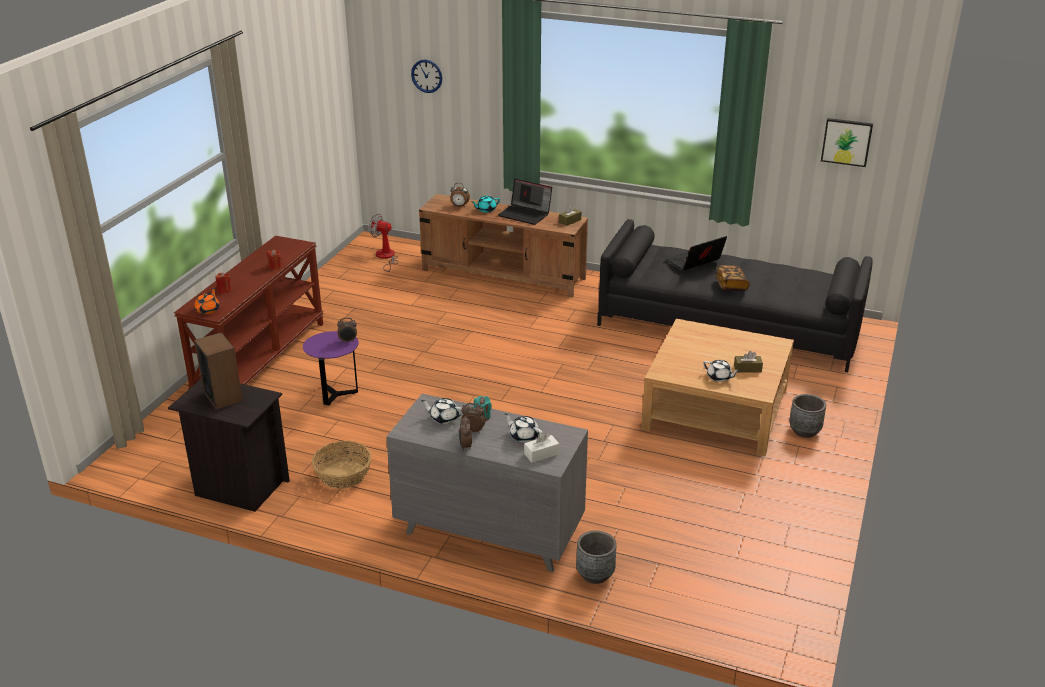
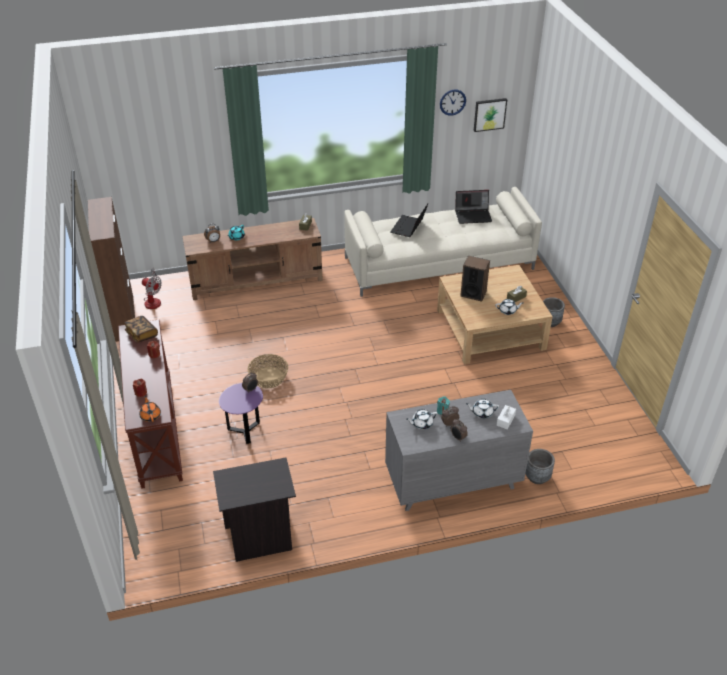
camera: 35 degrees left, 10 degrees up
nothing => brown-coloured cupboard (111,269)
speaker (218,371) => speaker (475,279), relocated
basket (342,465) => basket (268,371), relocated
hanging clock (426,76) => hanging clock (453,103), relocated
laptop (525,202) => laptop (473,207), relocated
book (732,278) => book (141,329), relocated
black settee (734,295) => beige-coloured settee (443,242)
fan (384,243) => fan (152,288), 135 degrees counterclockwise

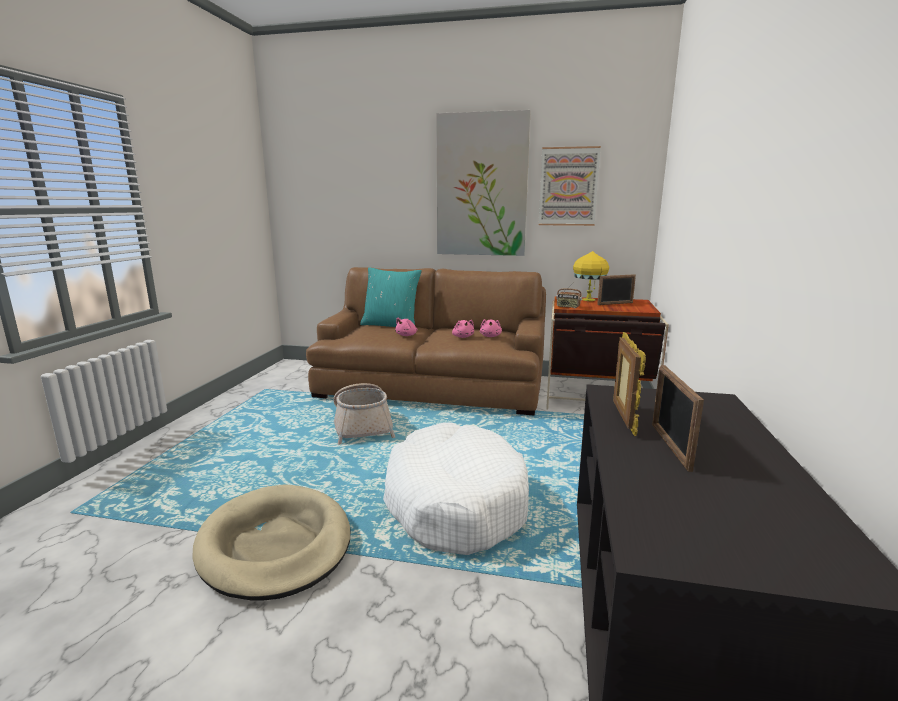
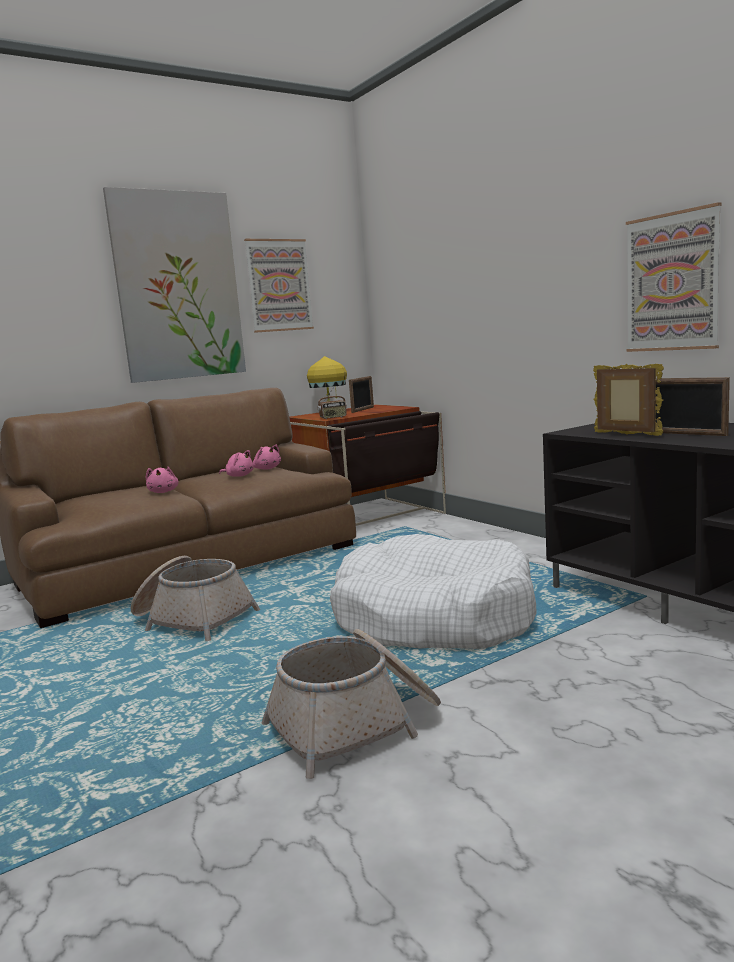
camera: 45 degrees left, 5 degrees down
turquoise-coloured throw pillow (391,297) => nothing
nothing => wall art (674,277)
beige-coloured dog cushion (271,542) => basket (351,704)

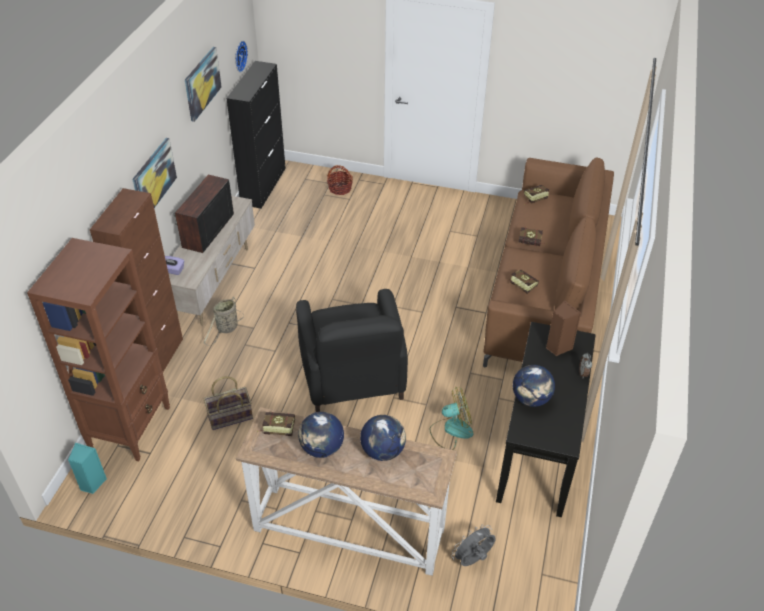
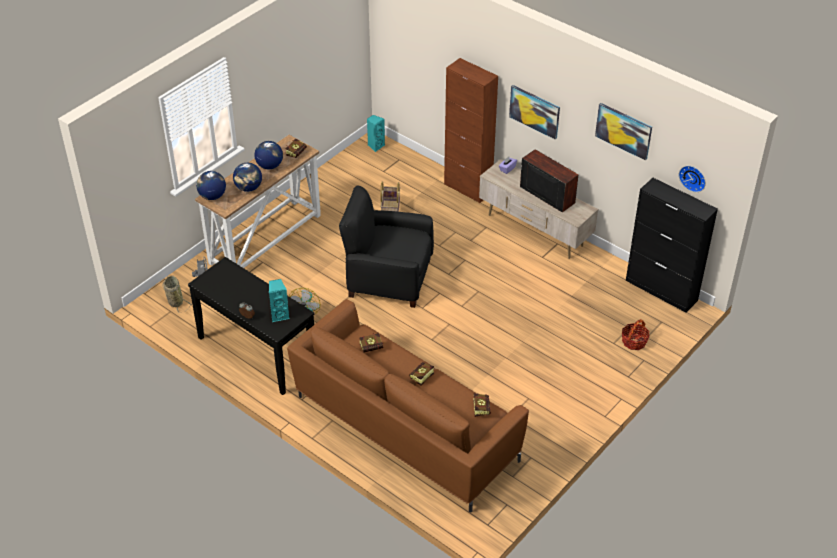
camera: 115 degrees right, 0 degrees up
brown-coloured bookshelf (98,349) => nothing
basket (223,321) => basket (177,294), relocated
globe (534,386) => globe (211,185), relocated
brown-coloured speaker (563,328) => turquoise-coloured speaker (279,300)

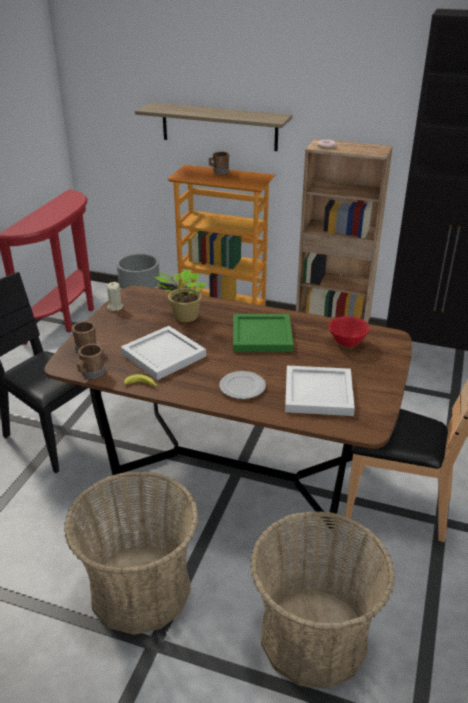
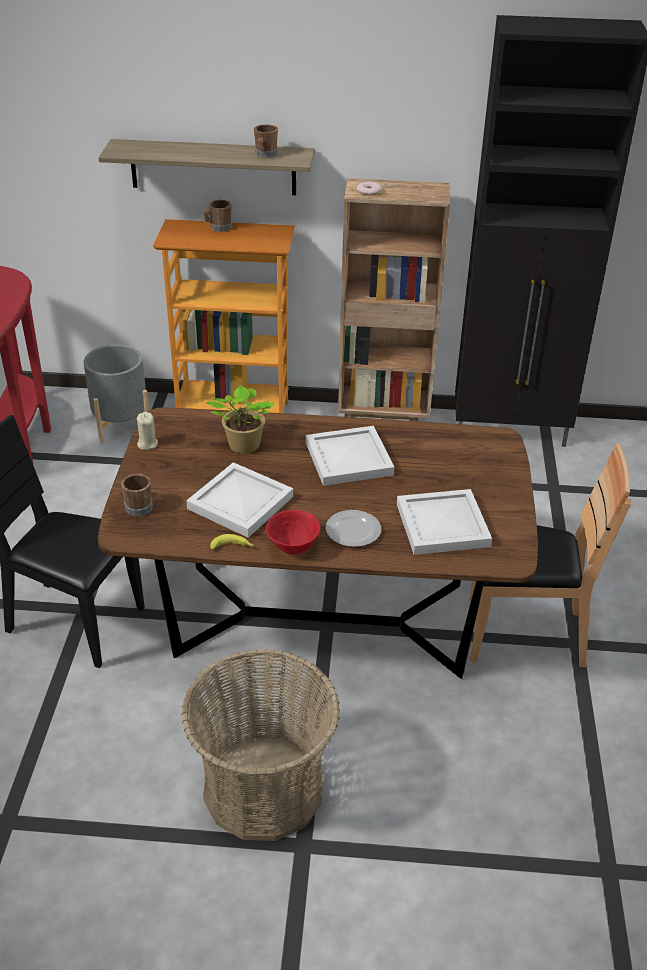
camera: 15 degrees left, 5 degrees up
basket (322,600) => nothing
brown-coloured mug (91,361) => brown-coloured mug (266,141), relocated
reddish deep dish (349,331) => reddish deep dish (293,532), relocated
green-coloured tray (263,333) => white-coloured tray (350,456)

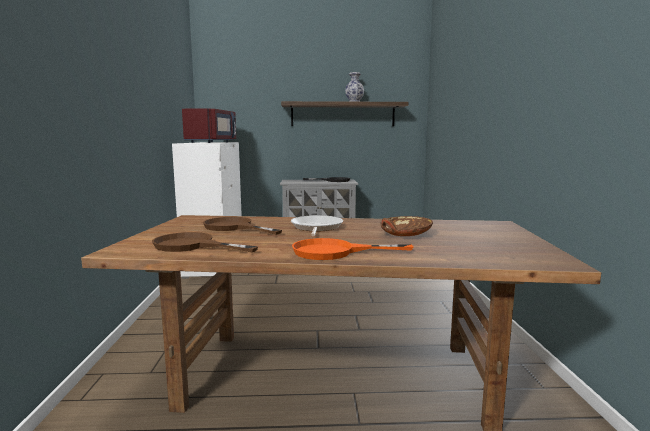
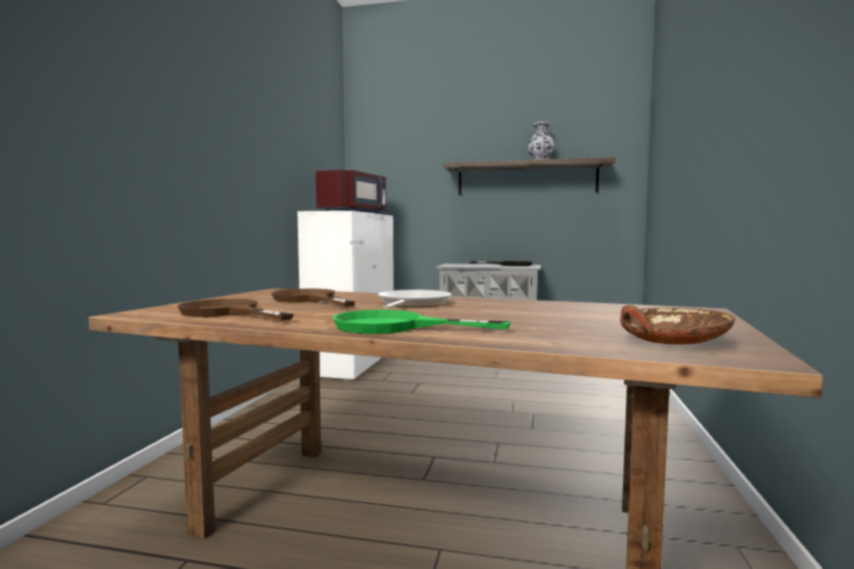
camera: 15 degrees right, 5 degrees down
brown-coloured deep dish (406,226) => brown-coloured deep dish (677,325), relocated
orange frying pan (352,249) => green-coloured frying pan (422,322)

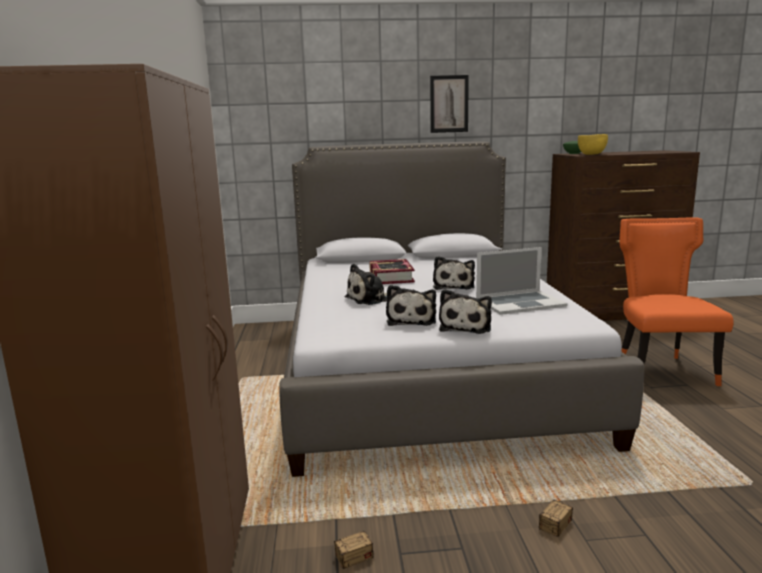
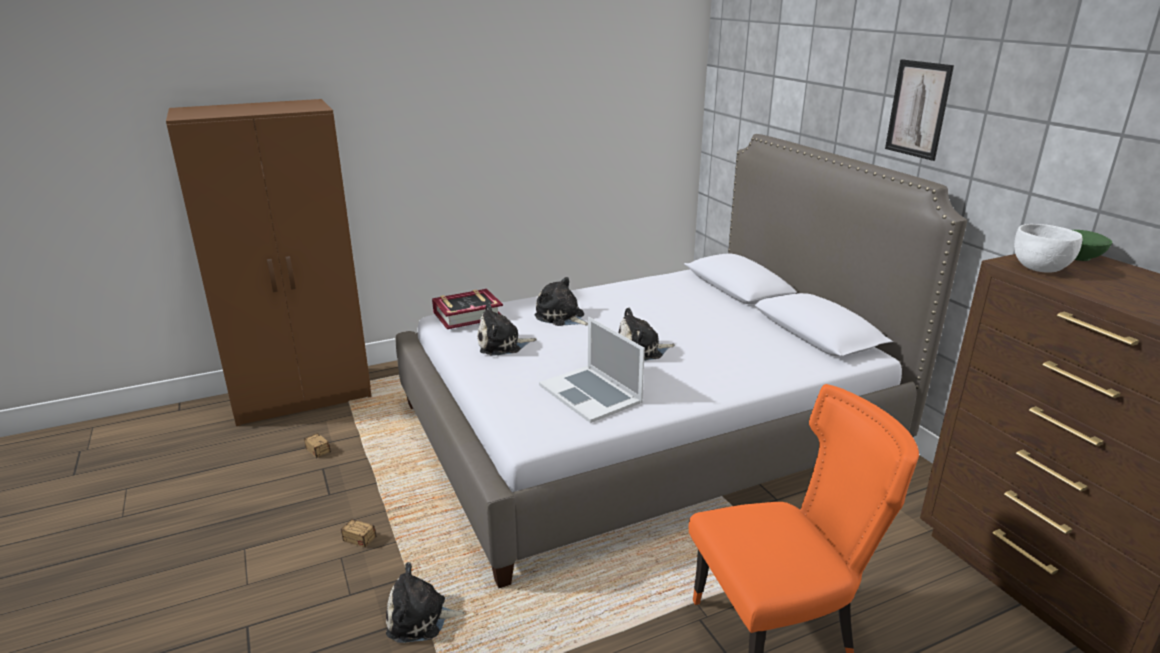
camera: 70 degrees right, 10 degrees up
book (392,271) => book (467,309), relocated
cuddly toy (465,311) => cuddly toy (425,602), relocated
yellow-coloured deep dish (593,144) => white-coloured deep dish (1048,248)

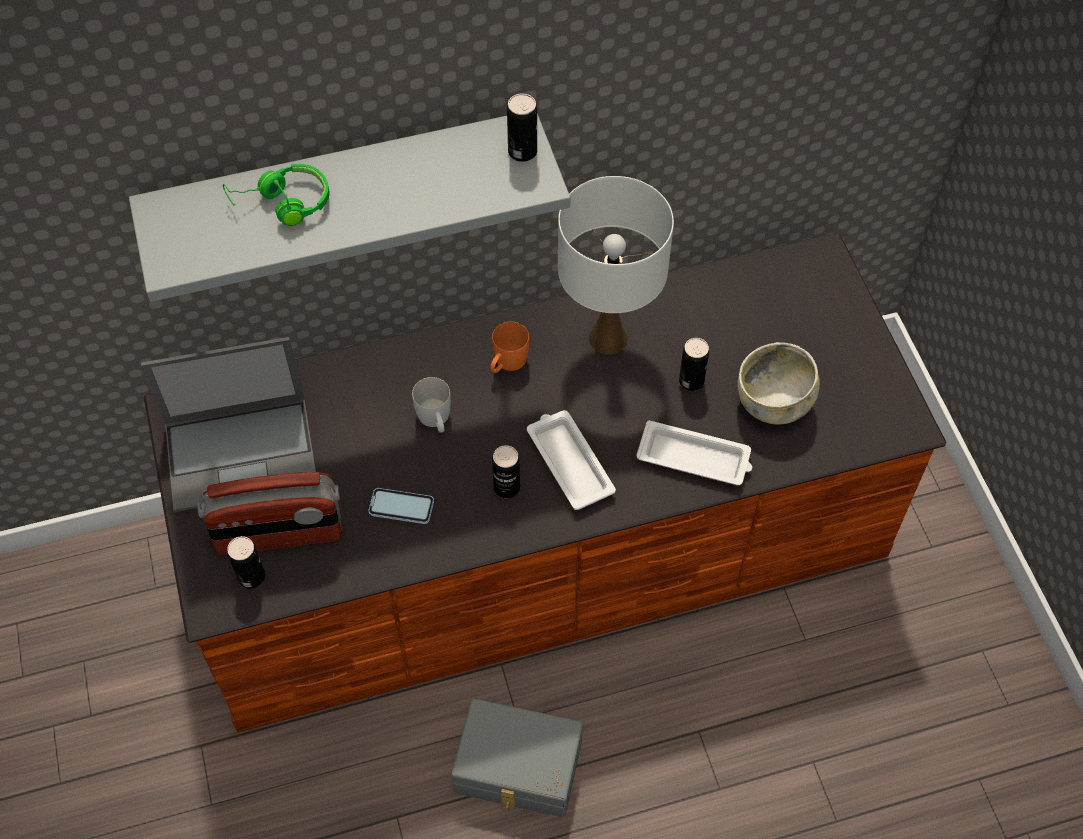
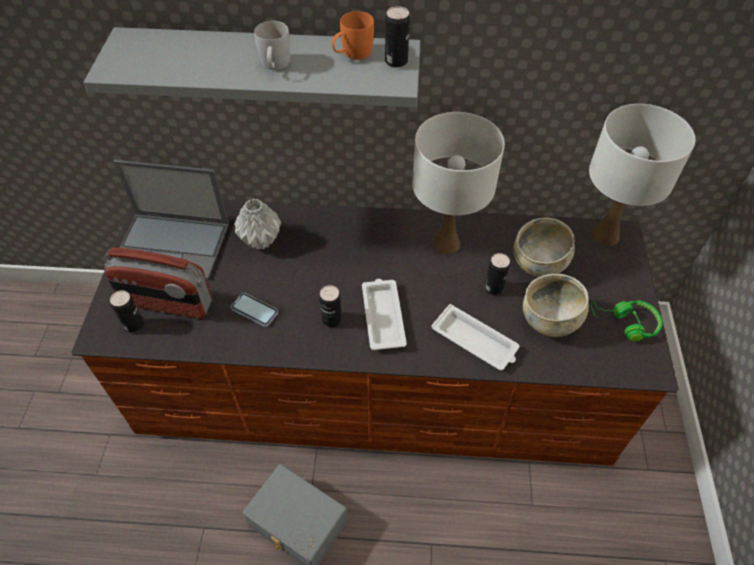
camera: 20 degrees right, 5 degrees down
nothing => greyish flower vase (257,224)
nothing => beige-coloured deep dish (544,247)
nothing => white-coloured table lamp (642,175)
green-coloured pair of headphones (276,195) => green-coloured pair of headphones (627,321), relocated
white-coloured mug (431,405) => white-coloured mug (272,45), relocated
orange mug (509,347) => orange mug (353,35), relocated

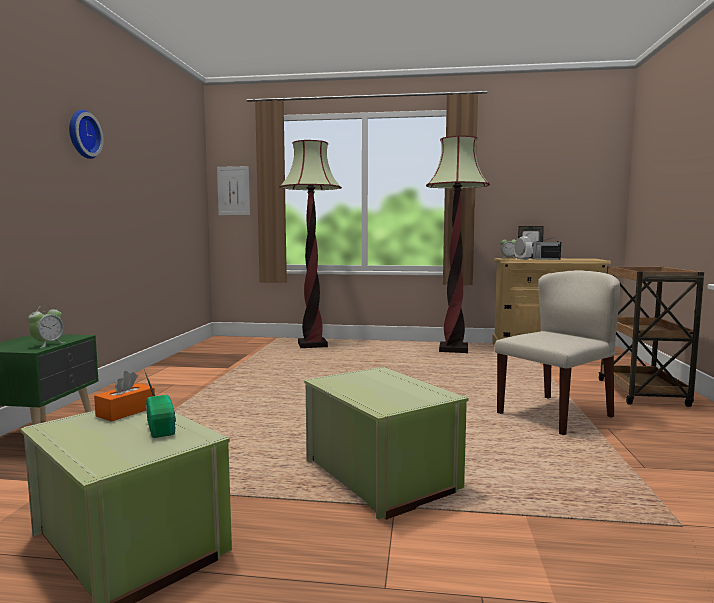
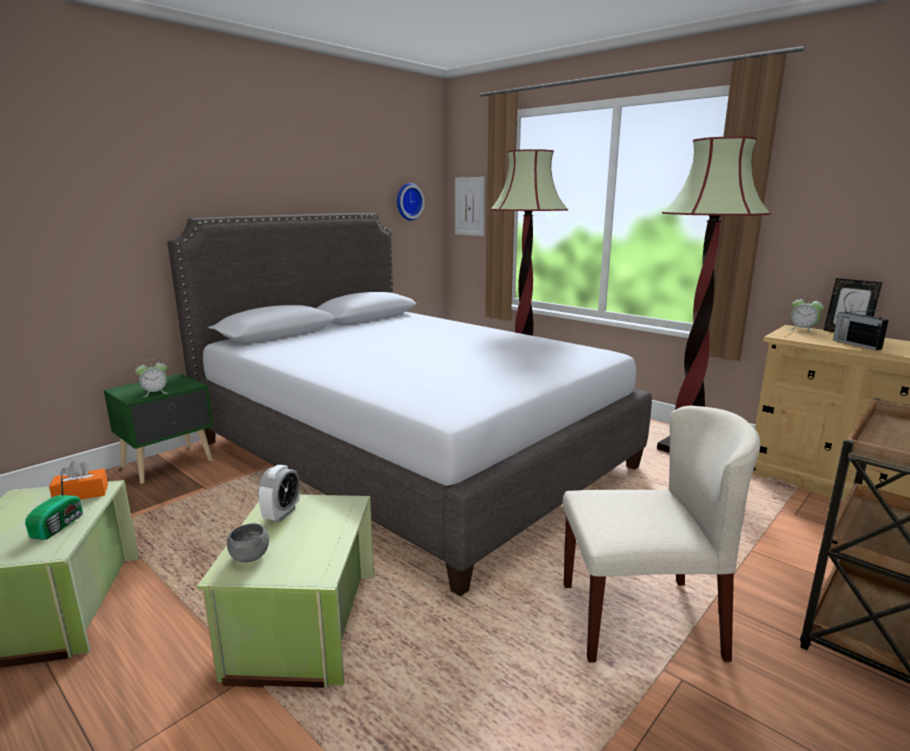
camera: 35 degrees right, 10 degrees up
nothing => greyish bedroom bed (409,404)
nothing => greyish deep dish (248,543)
hanging clock (86,134) => hanging clock (411,202), relocated
table clock (523,248) => table clock (279,493), relocated

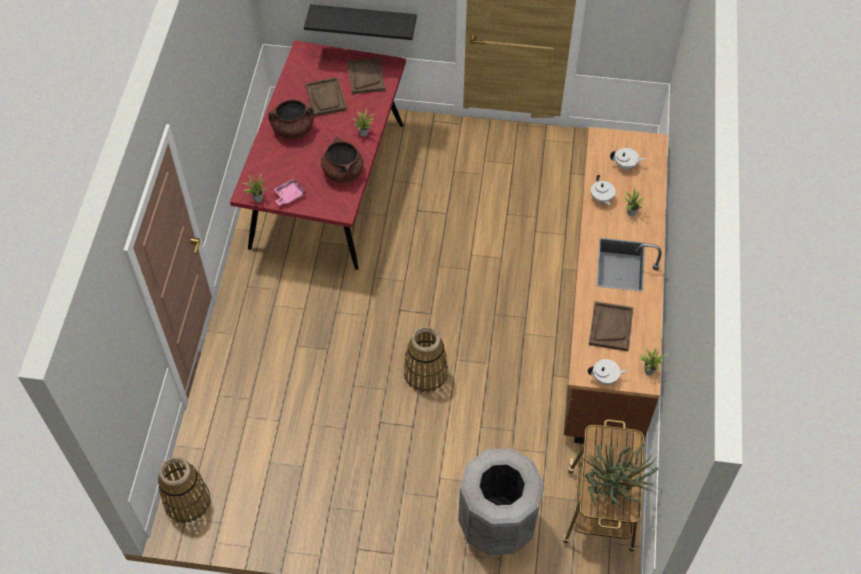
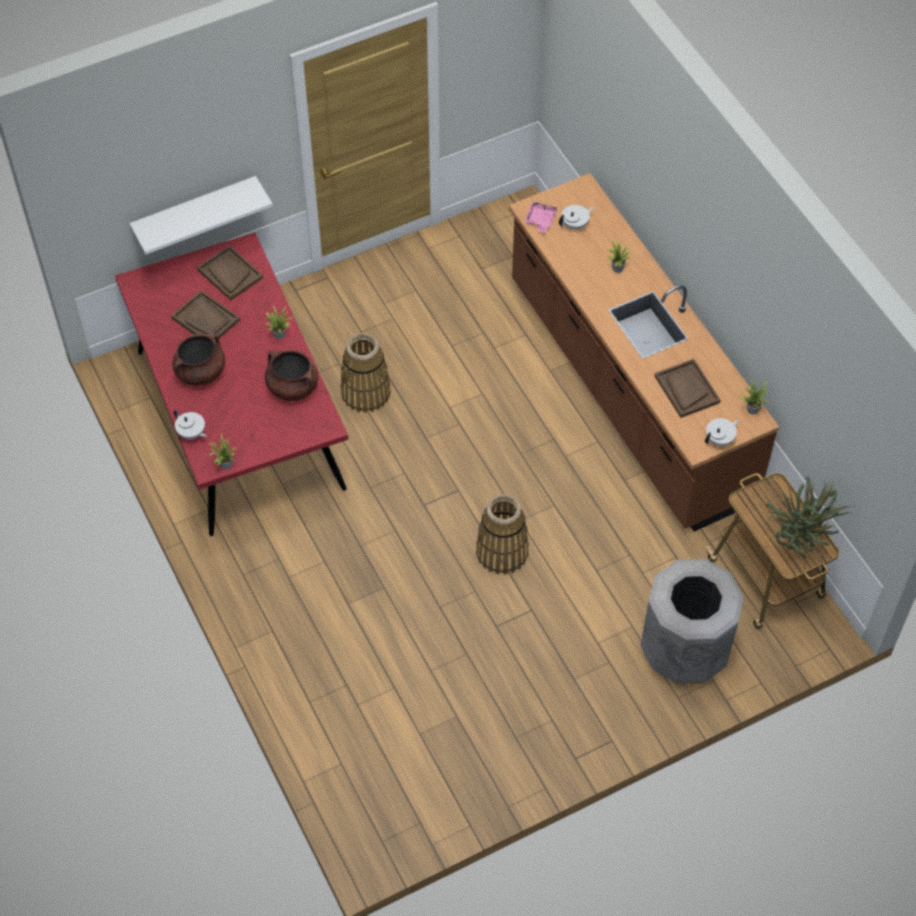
camera: 35 degrees left, 0 degrees up
basket (184,490) => basket (366,373), relocated
pinkish tray (290,192) => pinkish tray (541,217), relocated
white-coloured tea pot (603,190) => white-coloured tea pot (190,424), relocated
black shelf (360,22) => white-coloured shelf (201,215)

